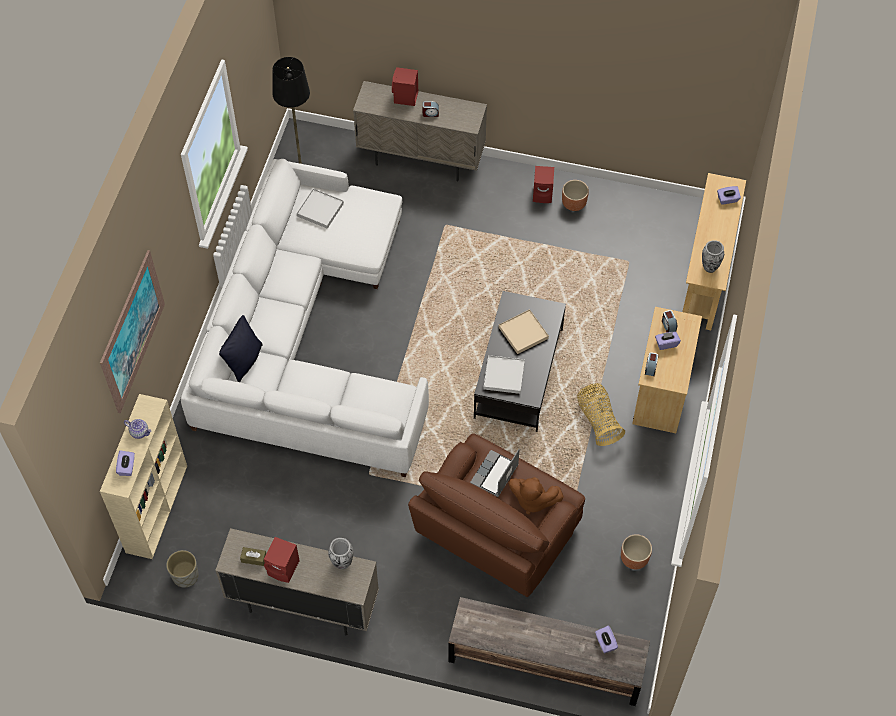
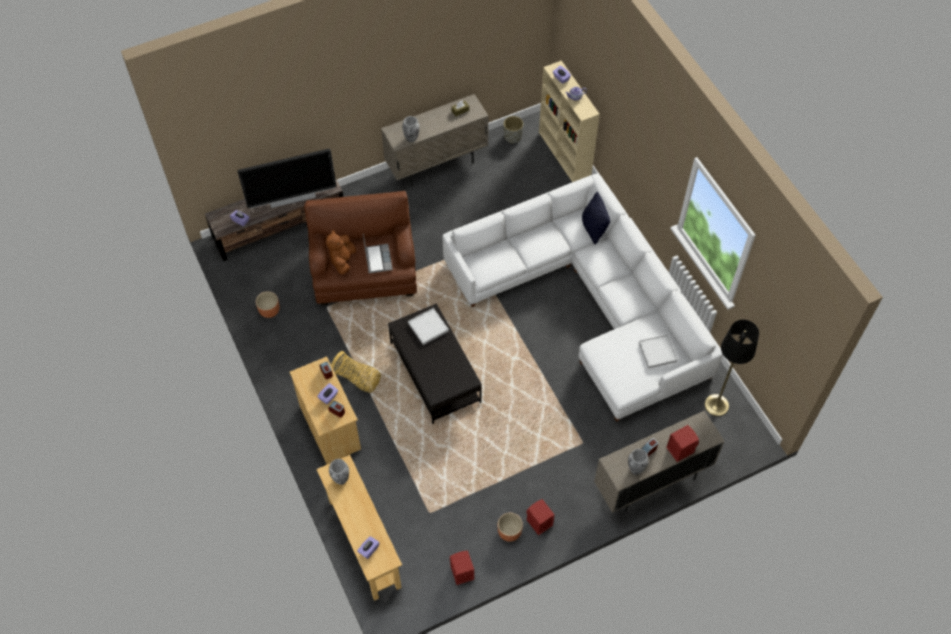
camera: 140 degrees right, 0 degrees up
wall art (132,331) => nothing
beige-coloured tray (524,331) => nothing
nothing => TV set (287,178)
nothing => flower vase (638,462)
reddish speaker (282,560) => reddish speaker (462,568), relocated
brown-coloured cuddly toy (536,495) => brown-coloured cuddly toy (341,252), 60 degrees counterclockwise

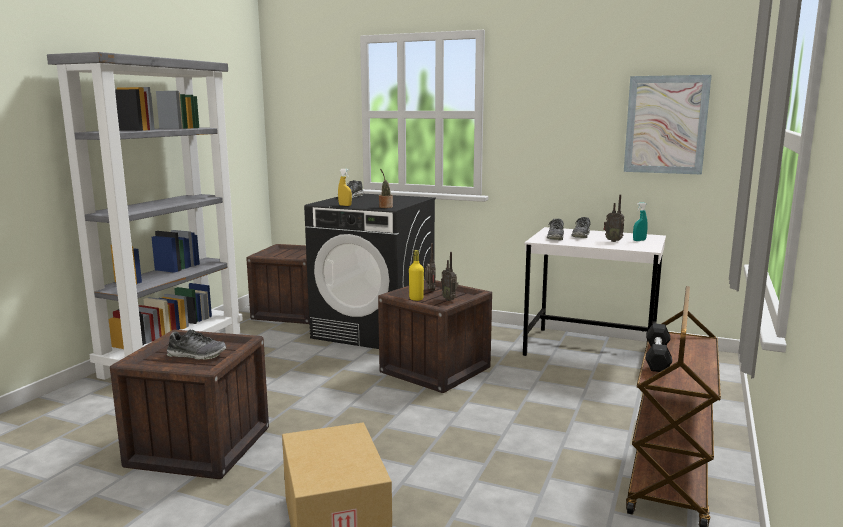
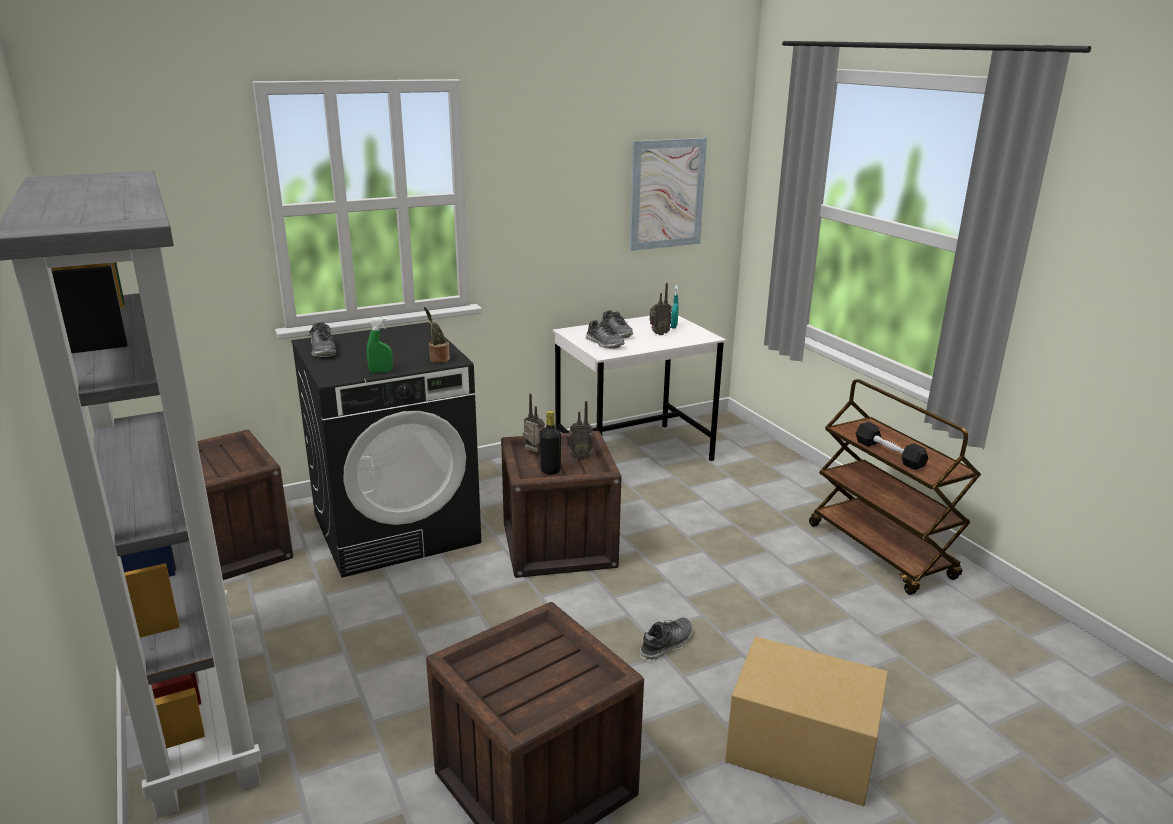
camera: 50 degrees left, 10 degrees up
low shoe (196,344) => low shoe (666,639), relocated
yellow-coloured sprayer (345,187) => green-coloured sprayer (380,345)
yellow-coloured drink bottle (416,275) => black drink bottle (550,443)

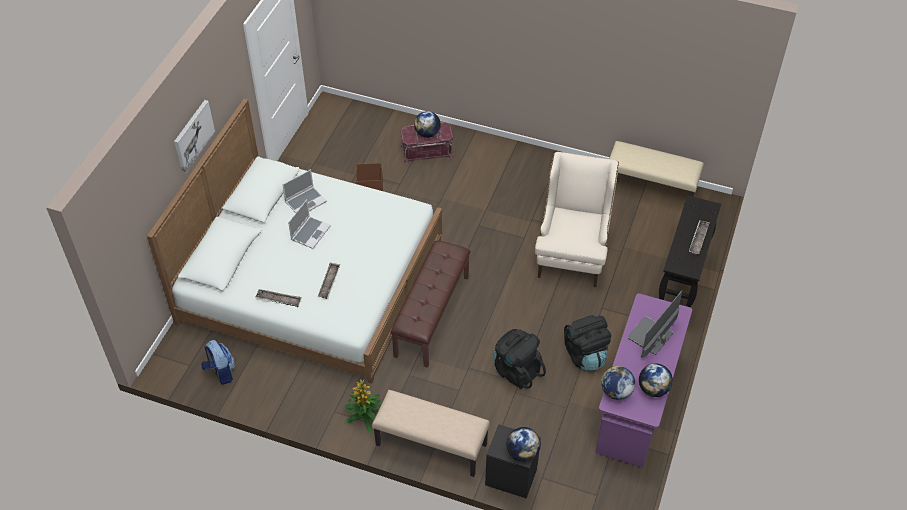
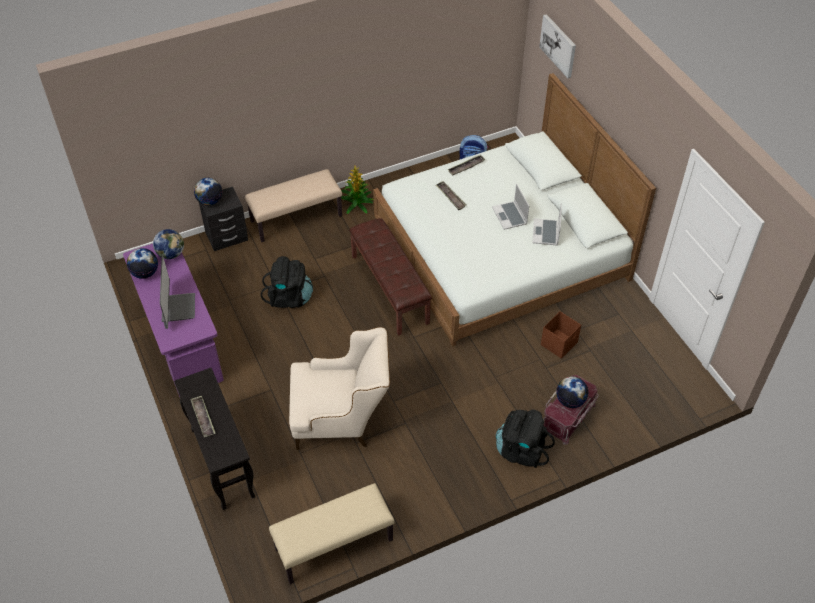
camera: 135 degrees right, 0 degrees up
wall art (194,136) => wall art (557,46), relocated
black rucksack (587,343) => black rucksack (525,439), relocated
beige-coloured armchair (577,219) => beige-coloured armchair (339,388), 60 degrees counterclockwise

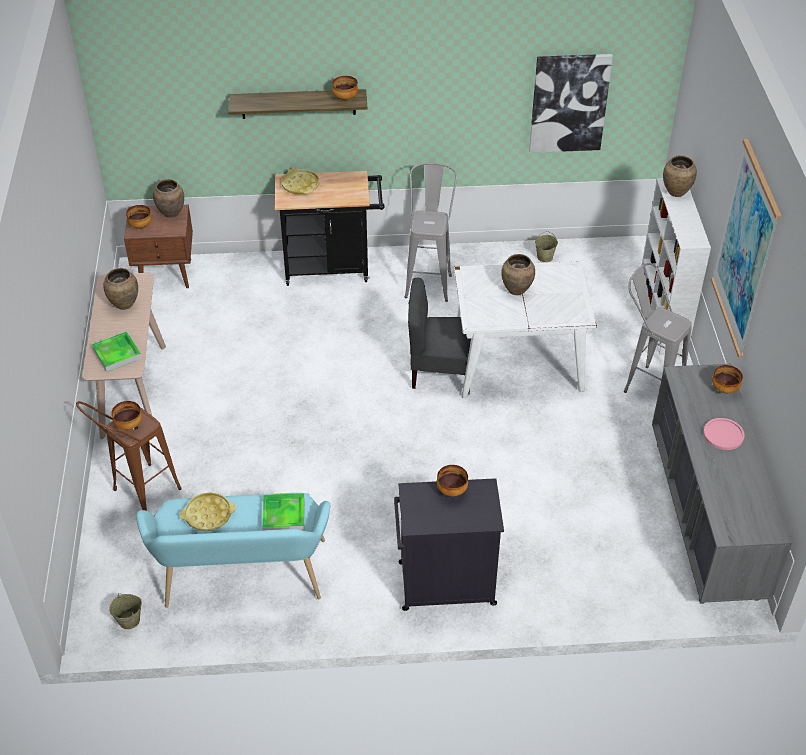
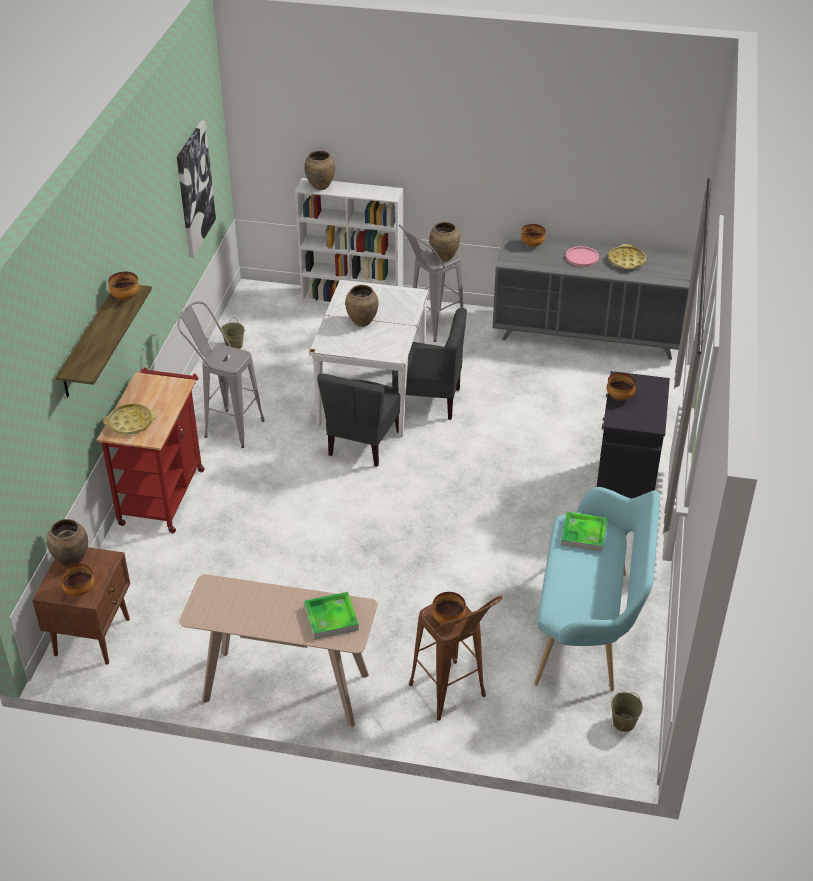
camera: 75 degrees left, 5 degrees down
wall art (746,248) => nothing
nothing => greyish plain chair (429,364)
brown-coloured flower vase (120,289) => brown-coloured flower vase (444,241), relocated
yellow-coloured tray (208,511) => yellow-coloured tray (627,256), relocated
black trolley (330,228) => reddish trolley (151,450)

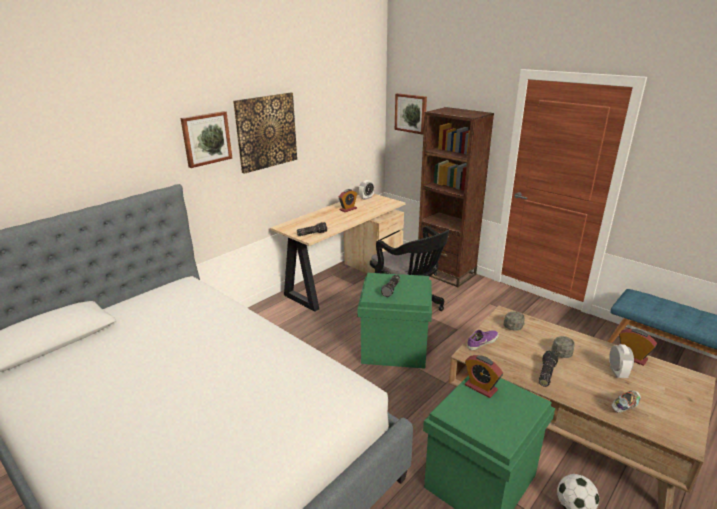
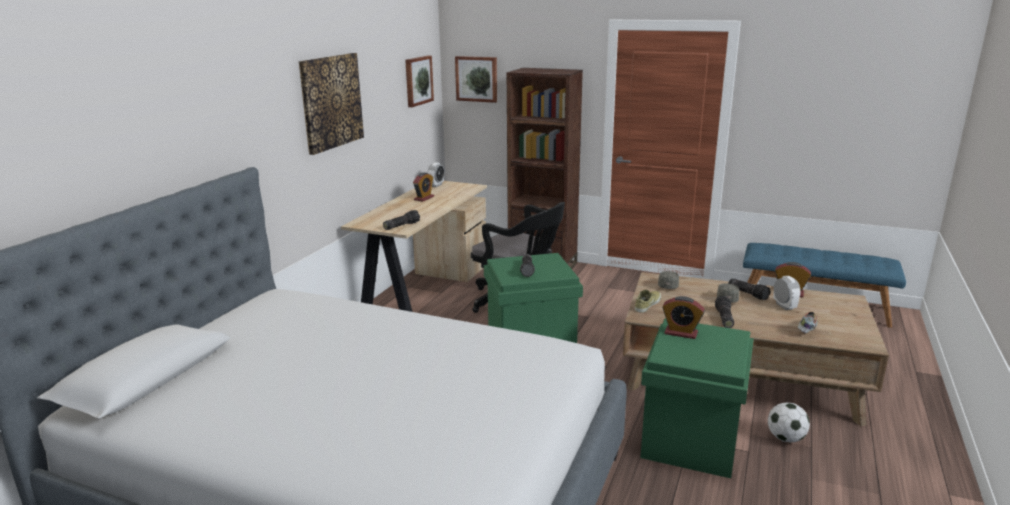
camera: 20 degrees left, 5 degrees down
nothing => hand torch (749,289)
wall art (206,139) => wall art (419,81), relocated
purple-coloured low shoe (483,340) => beige-coloured low shoe (648,301)

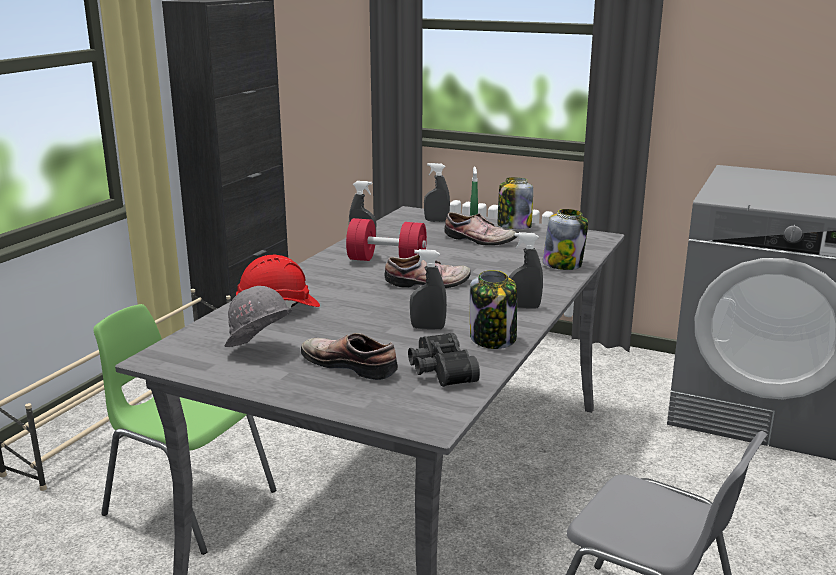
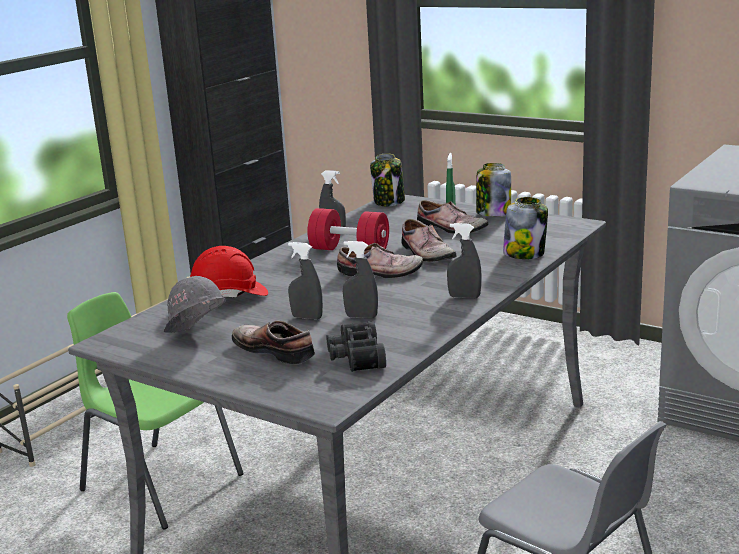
camera: 10 degrees right, 0 degrees up
nothing => low shoe (429,240)
greyish sprayer (437,192) => greyish sprayer (305,281), relocated
preserve jar (493,309) => preserve jar (387,179), relocated

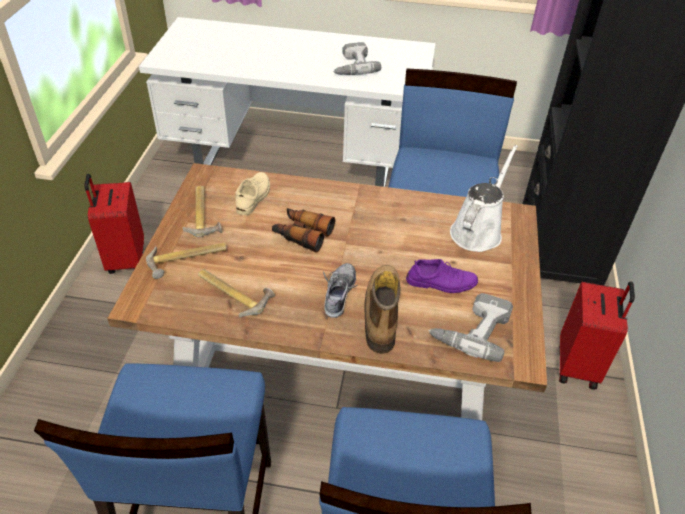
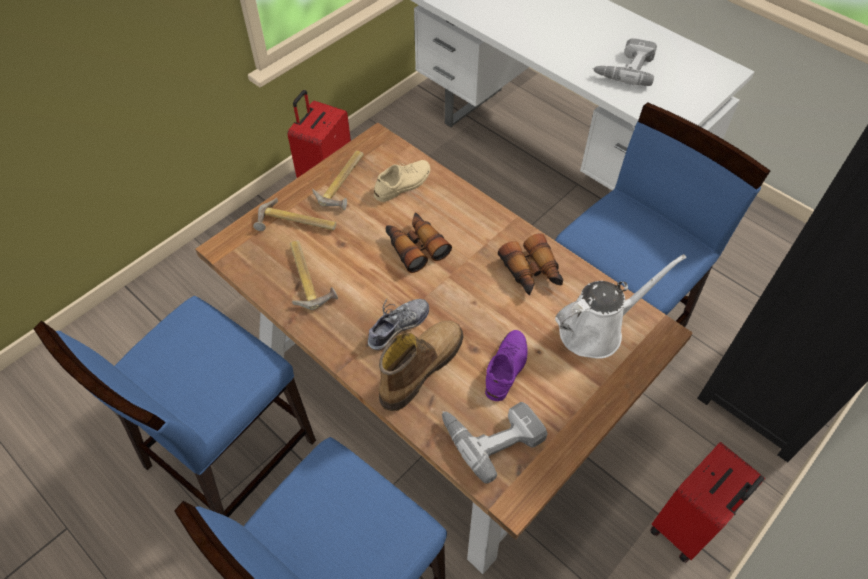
camera: 35 degrees right, 10 degrees up
nothing => field glasses (530,264)
purple-coloured low shoe (442,276) => purple-coloured low shoe (506,365), 105 degrees counterclockwise

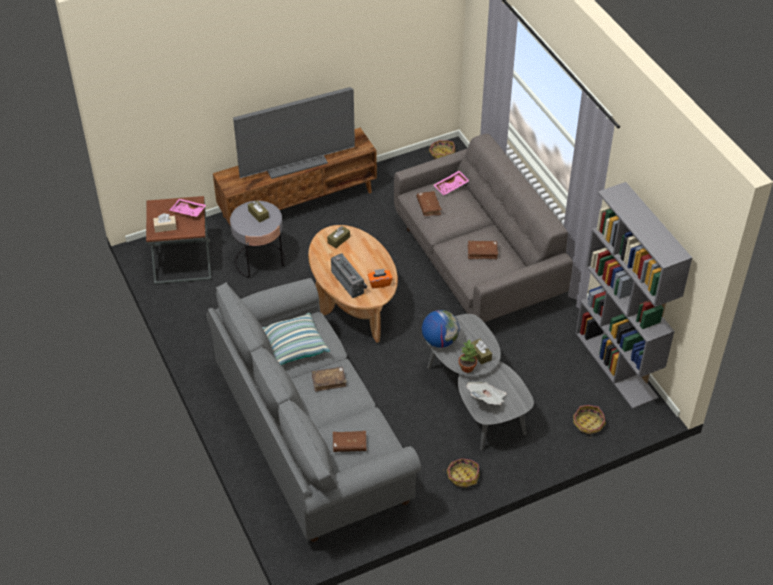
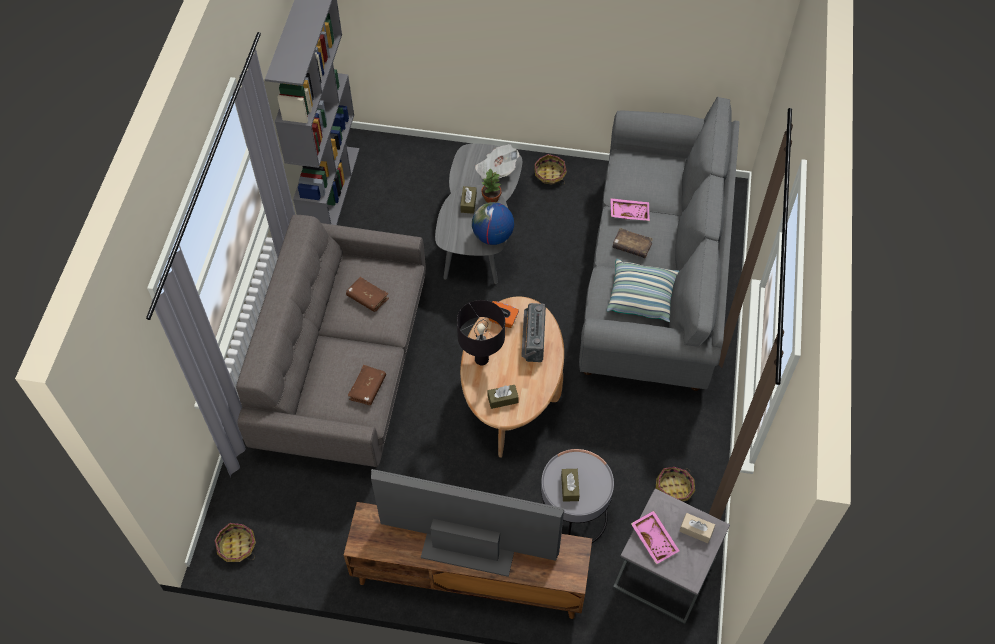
camera: 145 degrees left, 10 degrees up
brown-coloured book (350,441) => nothing
nothing => black table lamp (481,332)
pinkish tray (451,183) => pinkish tray (630,209), relocated
basket (589,421) => basket (675,484), relocated
brown-coloured accent table (178,240) => greyish accent table (671,556)

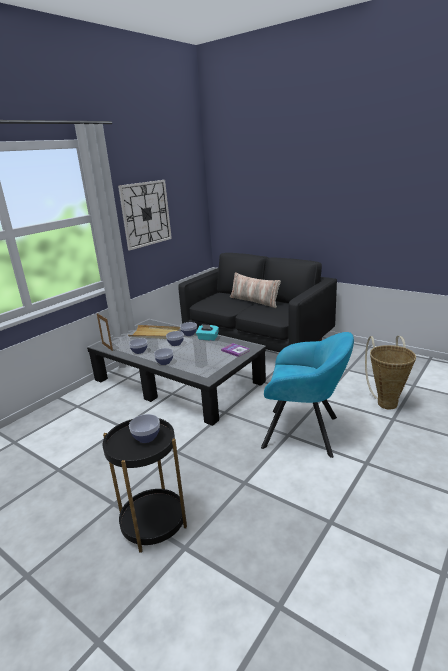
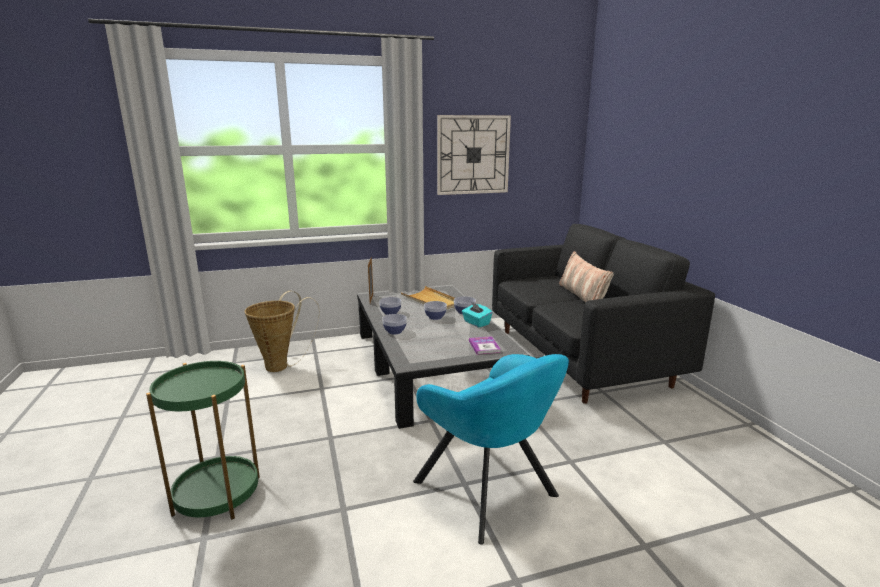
camera: 35 degrees right, 5 degrees down
deep dish (144,428) => nothing
basket (390,372) => basket (282,331), relocated
black accent table (145,485) => green-coloured accent table (203,440)

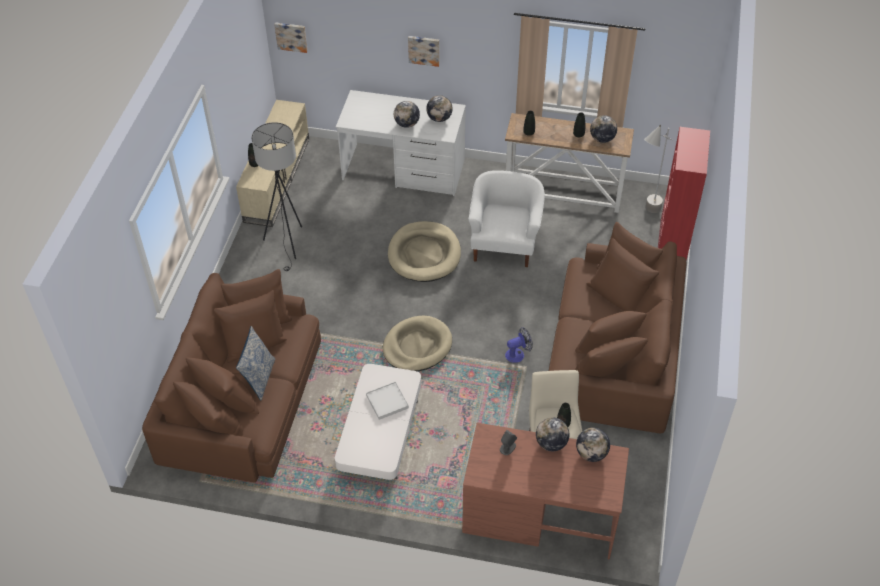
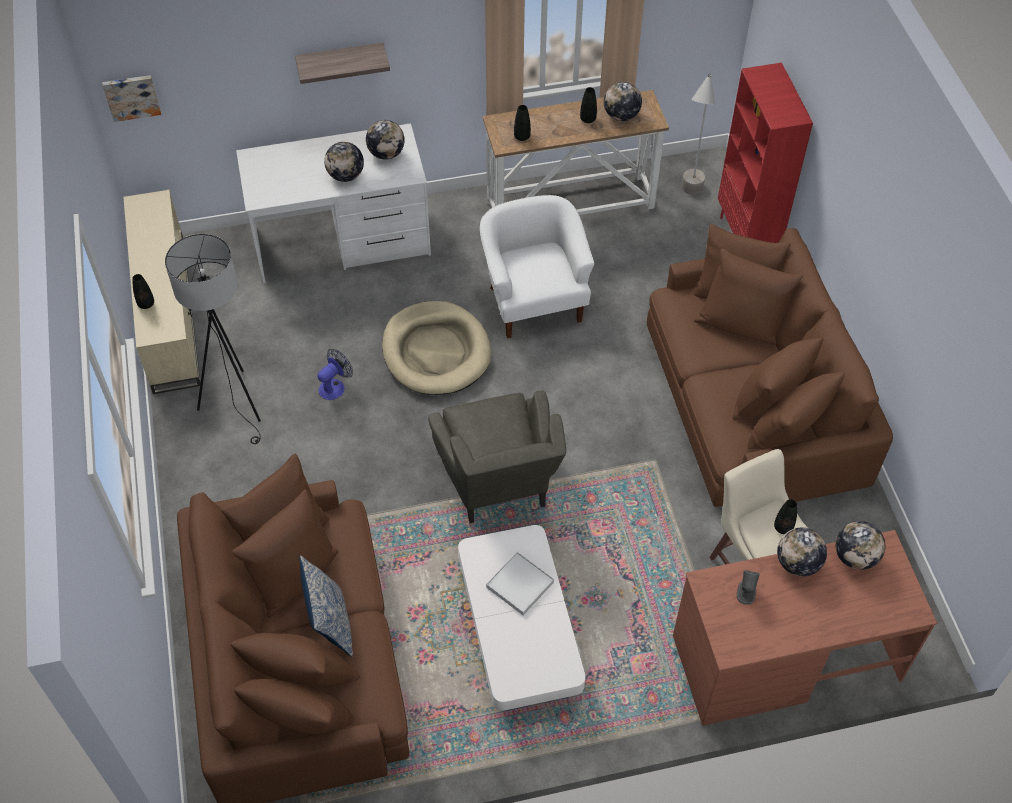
camera: 25 degrees left, 5 degrees up
fan (519,345) => fan (335,374), relocated
beige-coloured dog cushion (417,343) => greyish armchair (497,457)
wall art (424,51) => shelf (342,63)

